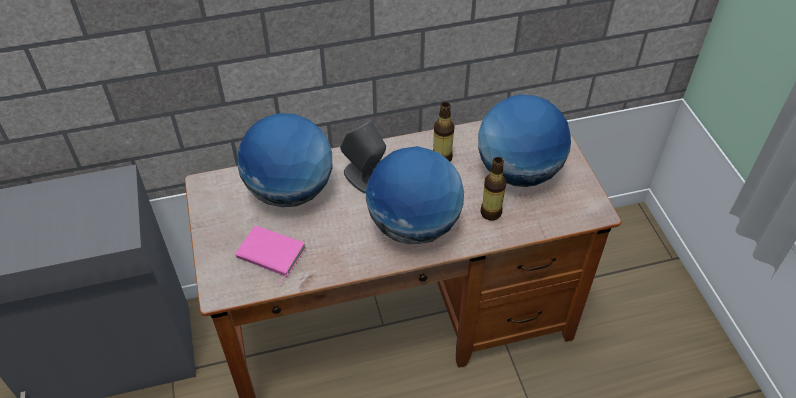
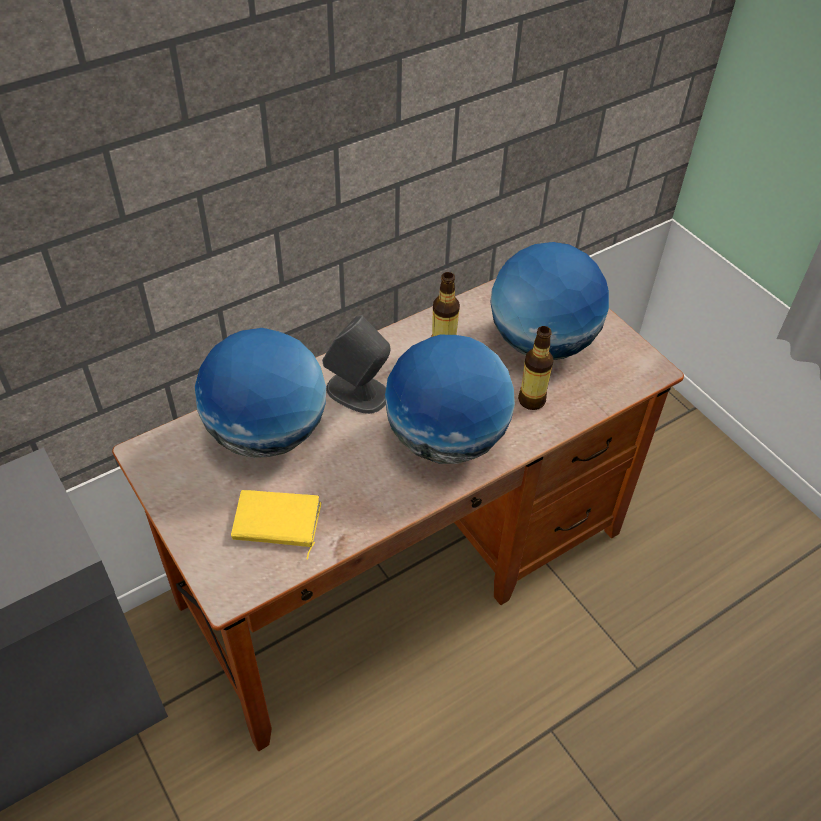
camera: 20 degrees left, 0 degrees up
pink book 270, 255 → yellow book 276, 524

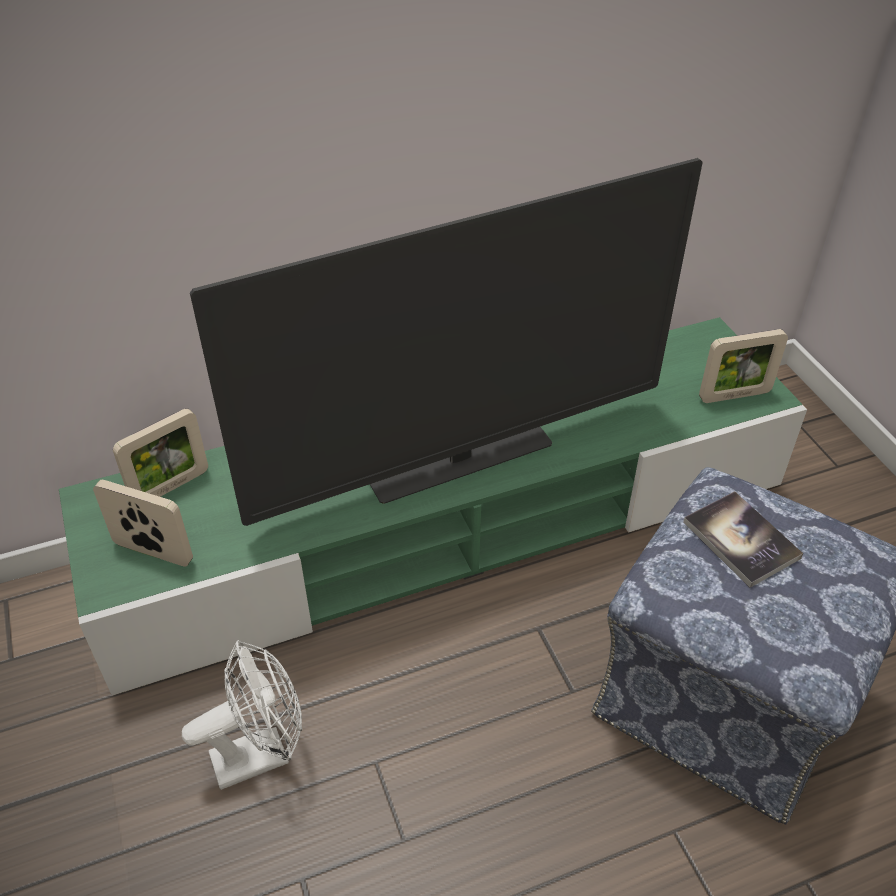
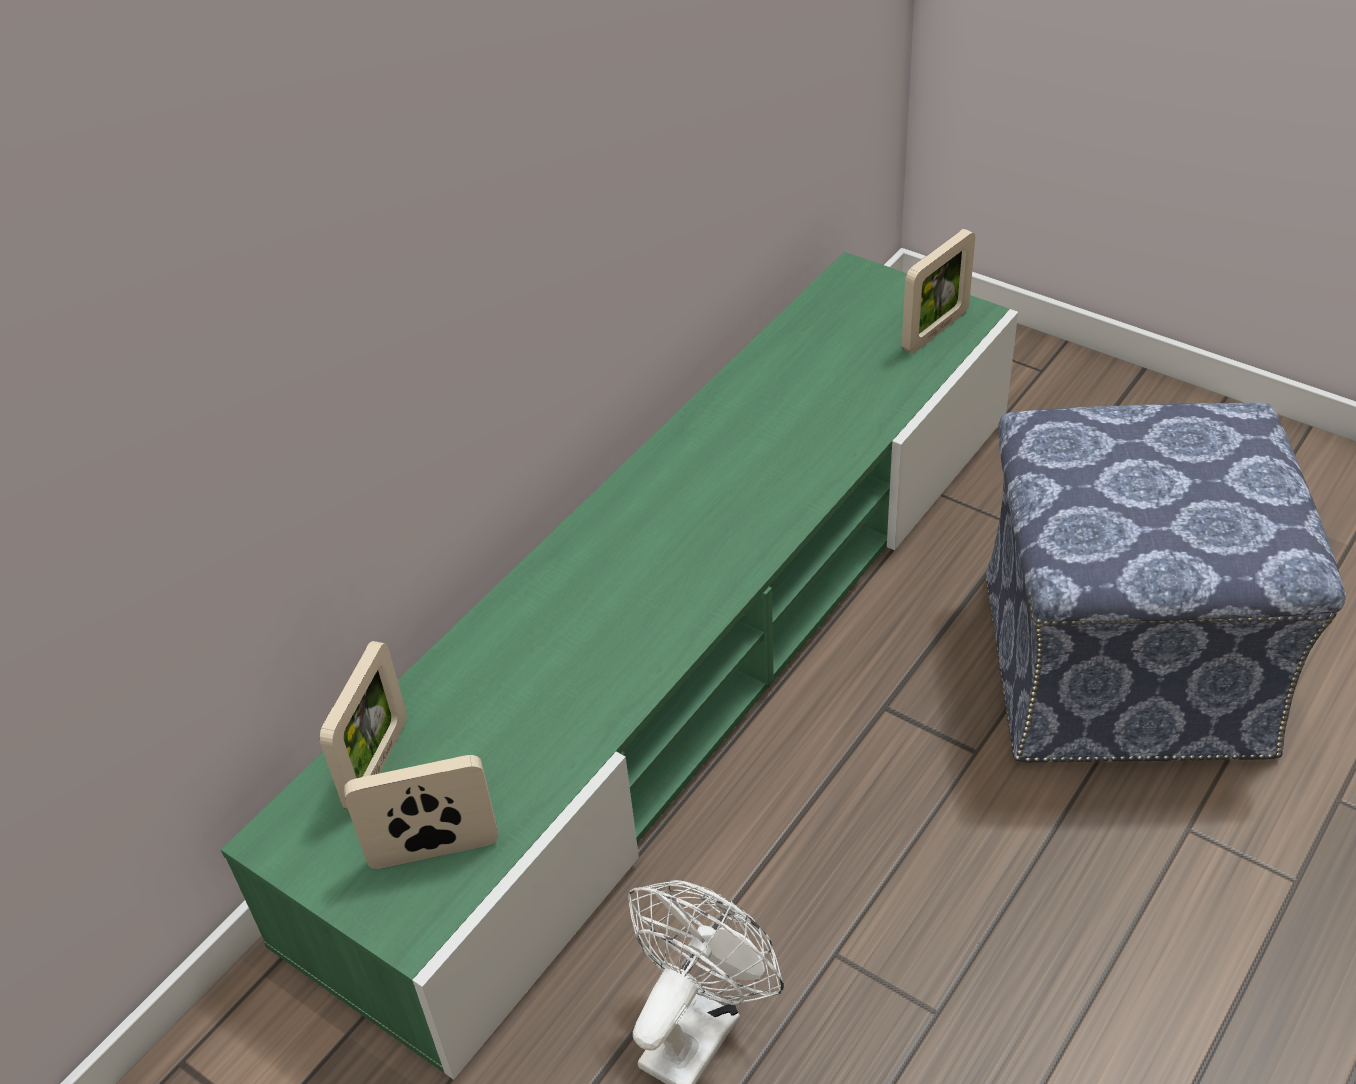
camera: 30 degrees left, 0 degrees up
television 461, 463 → -
book 741, 540 → -

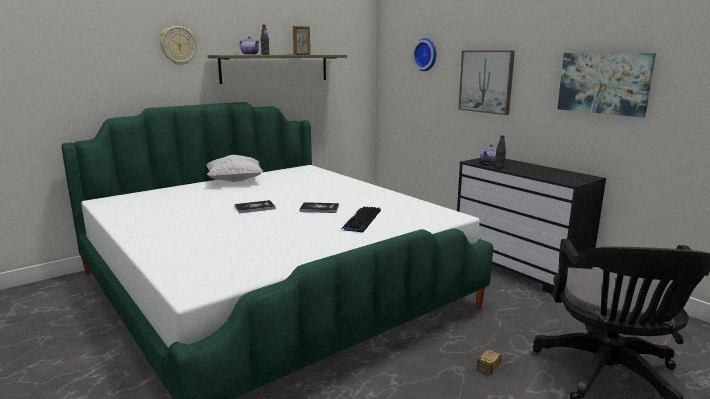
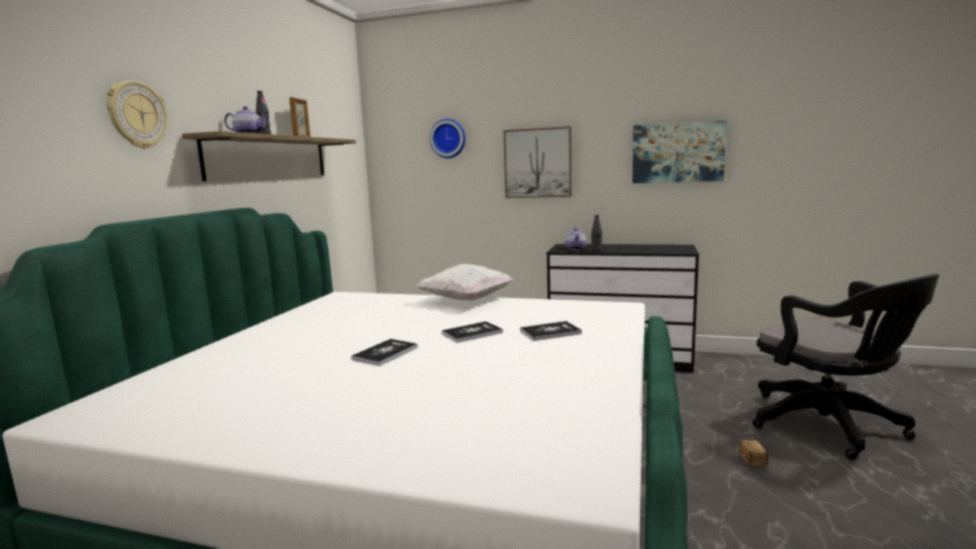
camera: 35 degrees left, 5 degrees down
white-coloured throw pillow 235, 181 → white-coloured throw pillow 466, 300, move
PC keyboard 362, 220 → book 550, 332

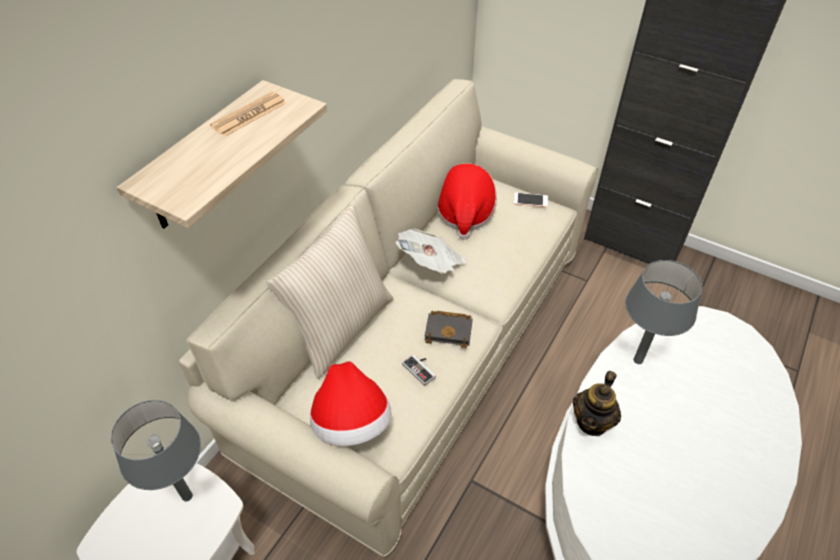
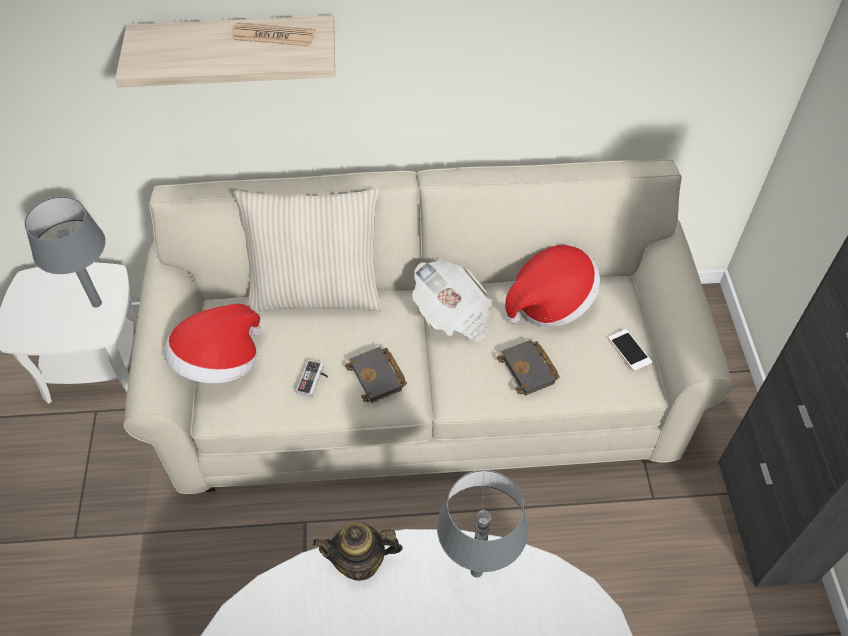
camera: 55 degrees right, 5 degrees up
- → black-coloured book 530, 370

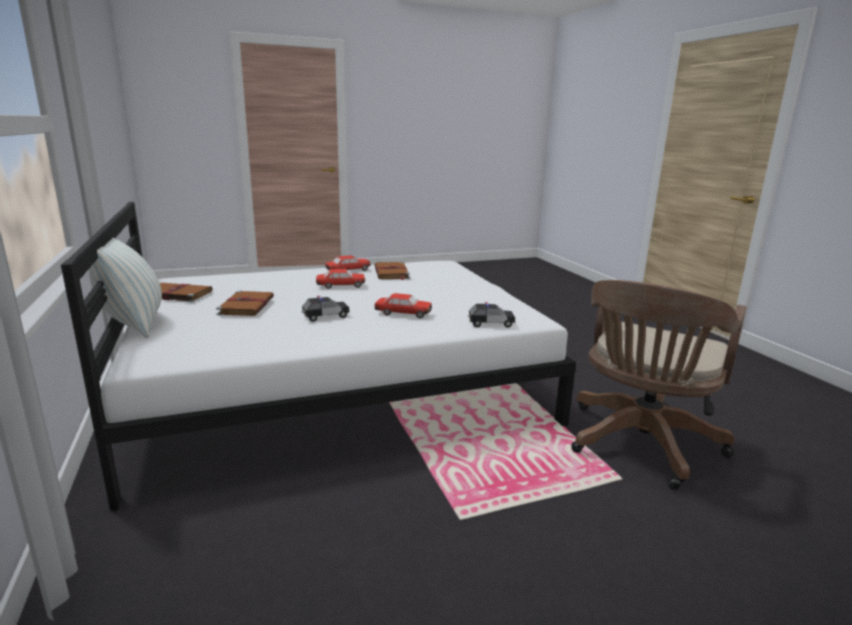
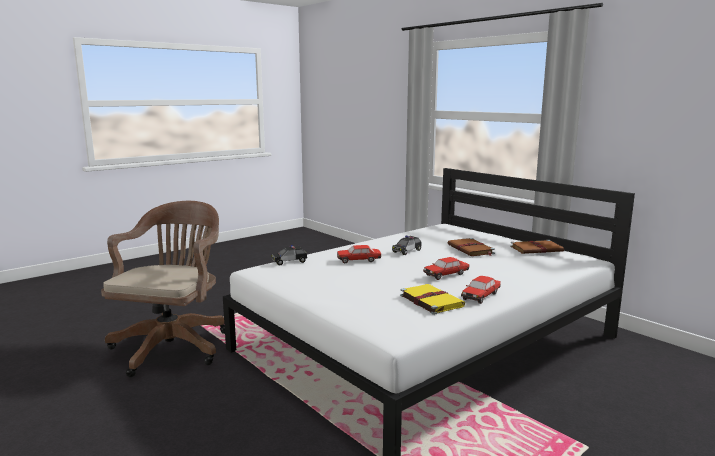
camera: 160 degrees right, 5 degrees down
throw pillow 133, 324 → -
brown book 391, 273 → yellow book 430, 300

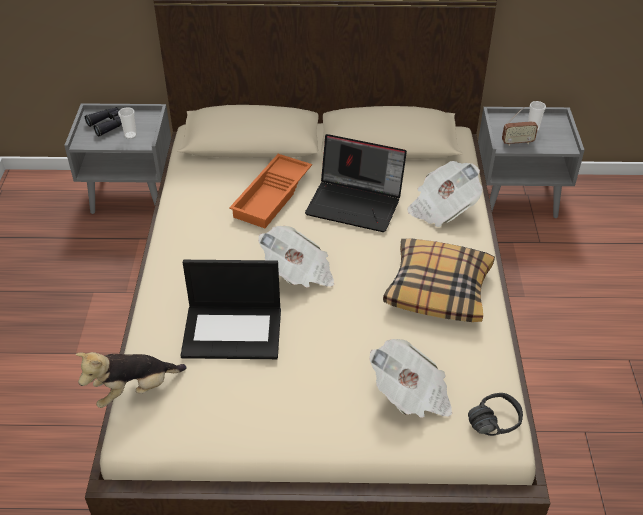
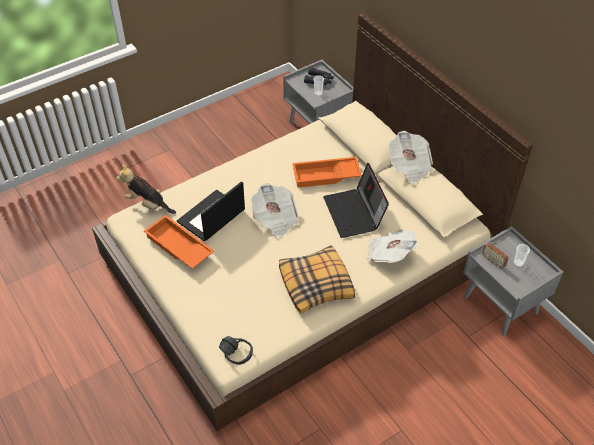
camera: 55 degrees right, 5 degrees up
laptop 233, 331 → laptop 211, 217, 75 degrees clockwise
newspaper 411, 395 → newspaper 409, 166, move
- → orange-coloured tray 178, 247

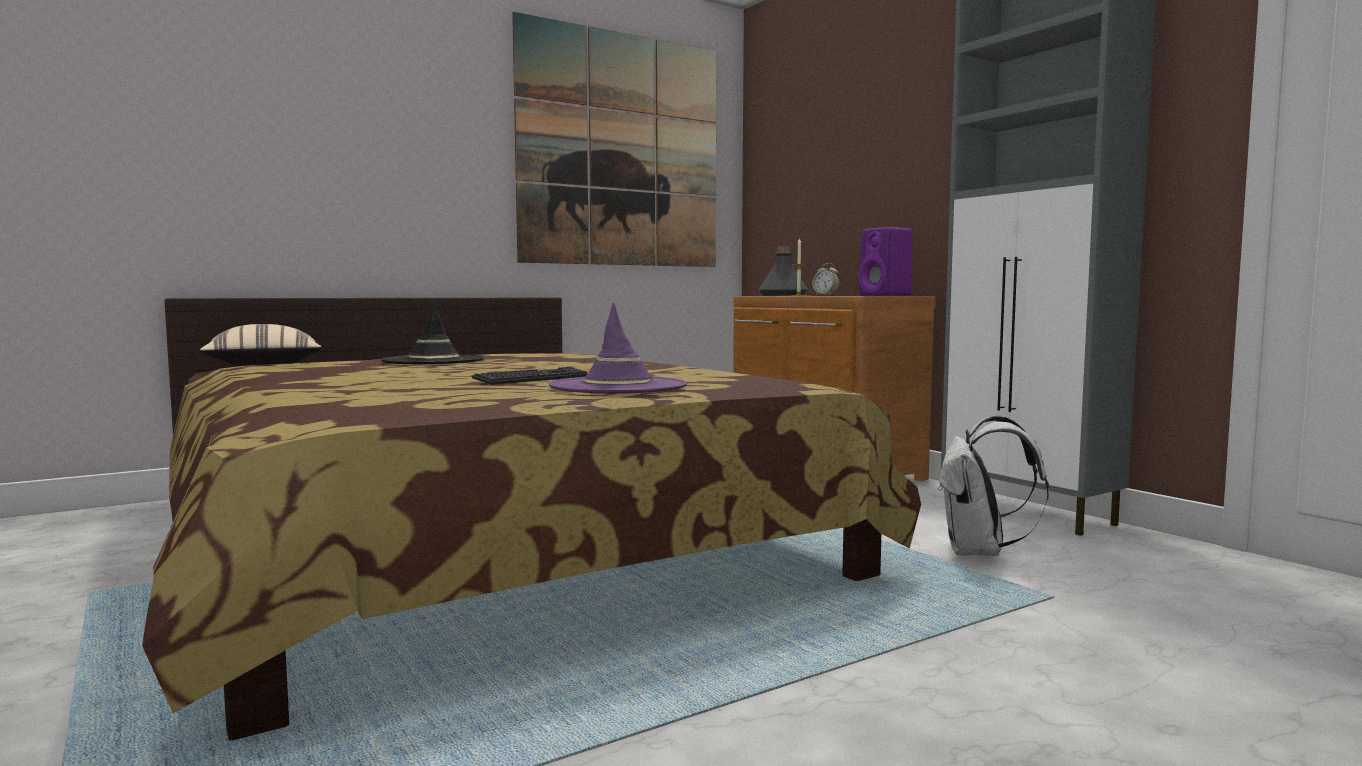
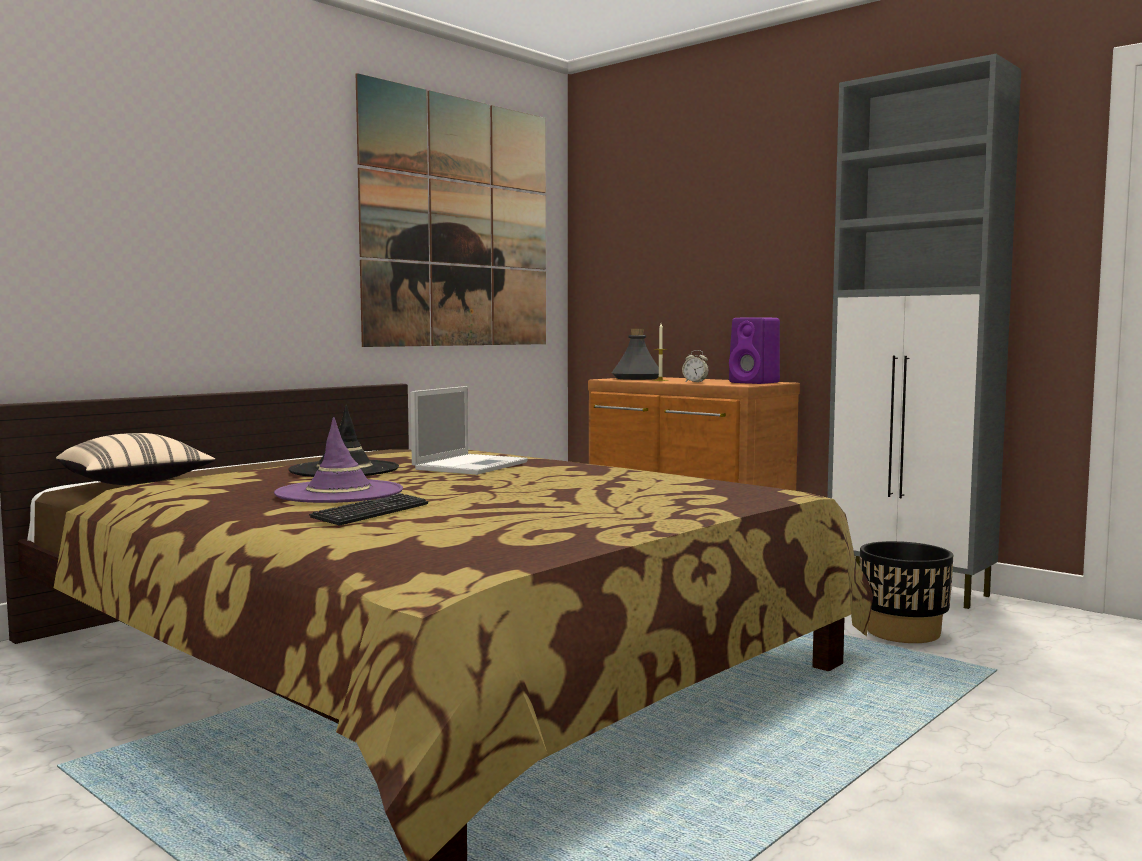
camera: 15 degrees left, 0 degrees up
purplish wearable hat 618, 386 → purplish wearable hat 339, 493, move
PC keyboard 532, 379 → PC keyboard 371, 512, move
white-coloured knapsack 980, 552 → black-coloured planter 903, 632
- → laptop 471, 465

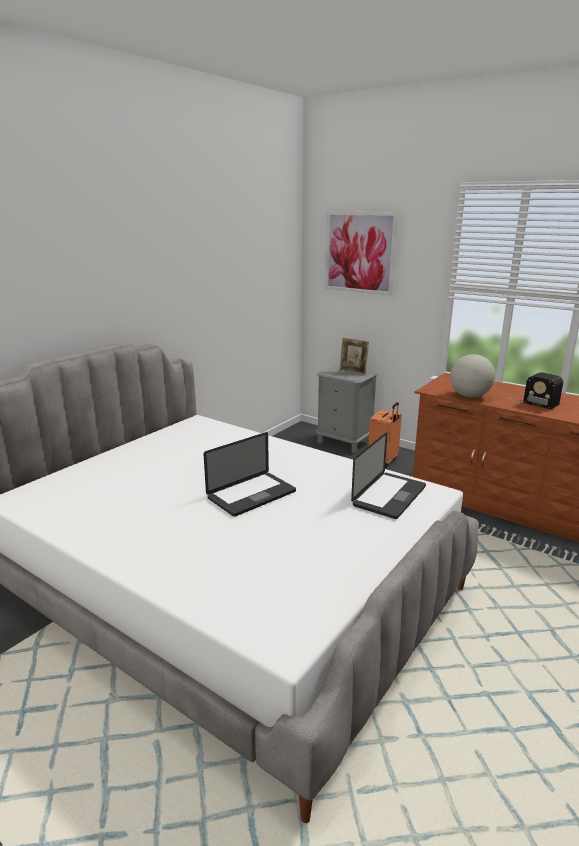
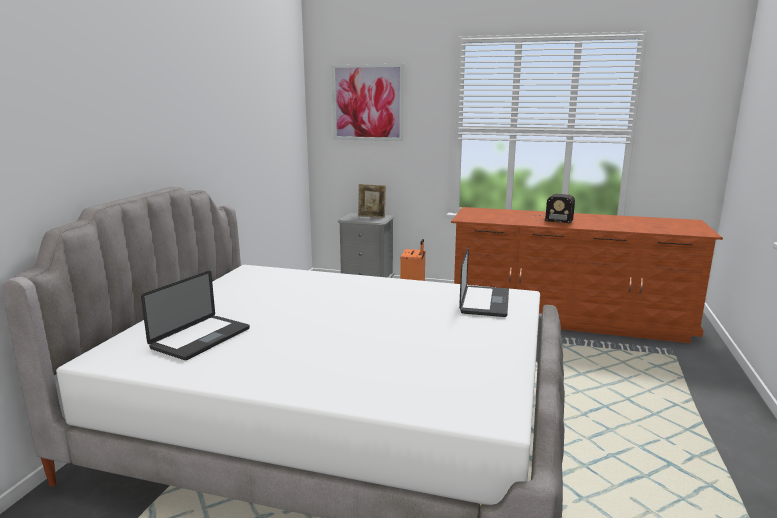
camera: 20 degrees left, 5 degrees down
globe 469, 396 → -
laptop 251, 495 → laptop 201, 338, move

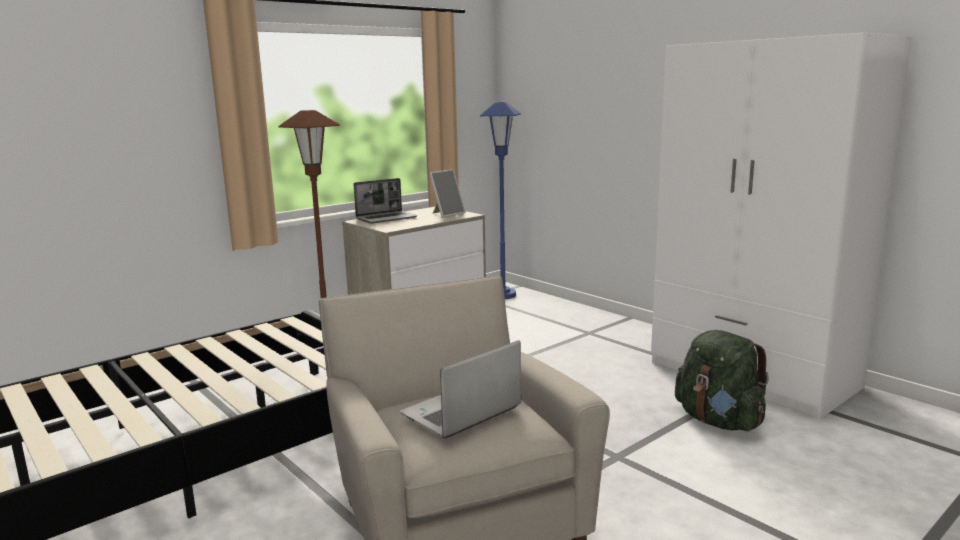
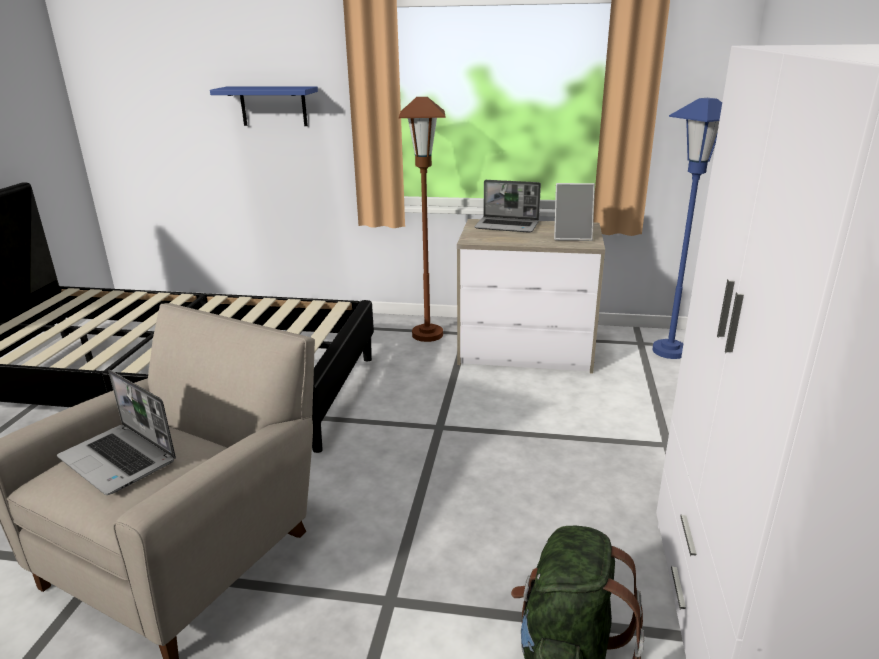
camera: 50 degrees right, 10 degrees up
laptop 461, 413 → laptop 120, 460, 150 degrees counterclockwise
- → blue wall shelf 273, 106

